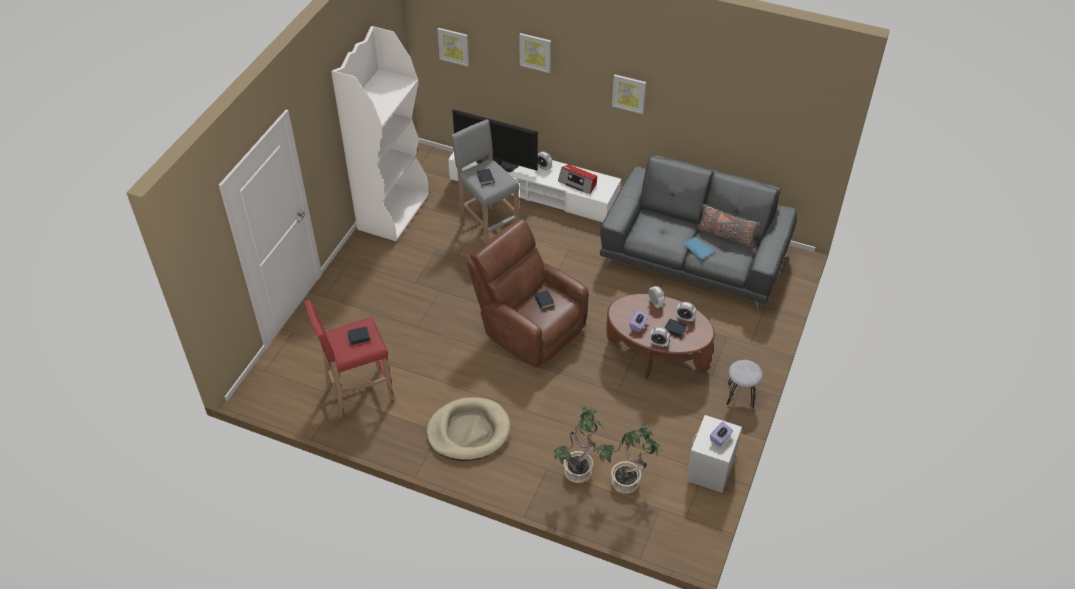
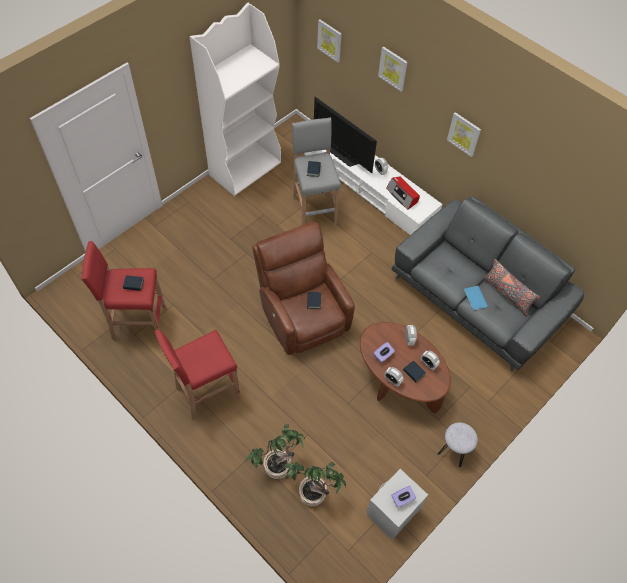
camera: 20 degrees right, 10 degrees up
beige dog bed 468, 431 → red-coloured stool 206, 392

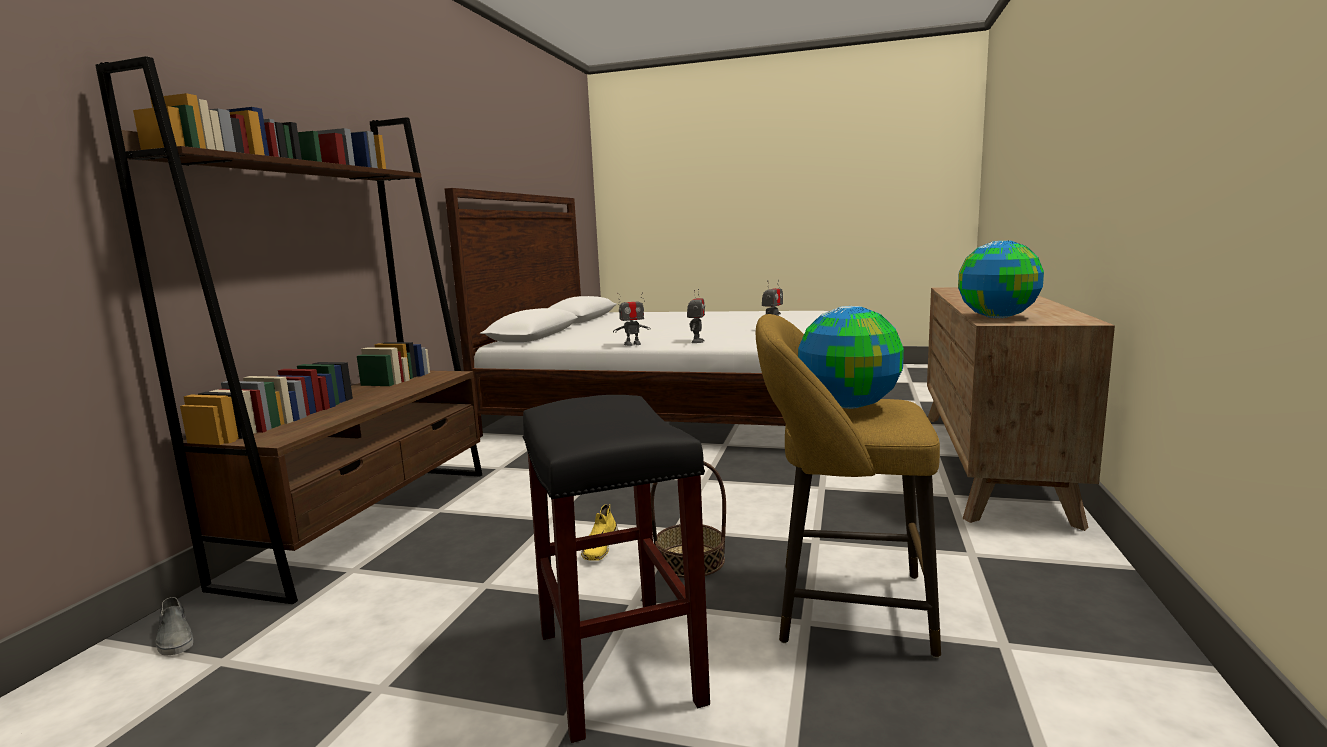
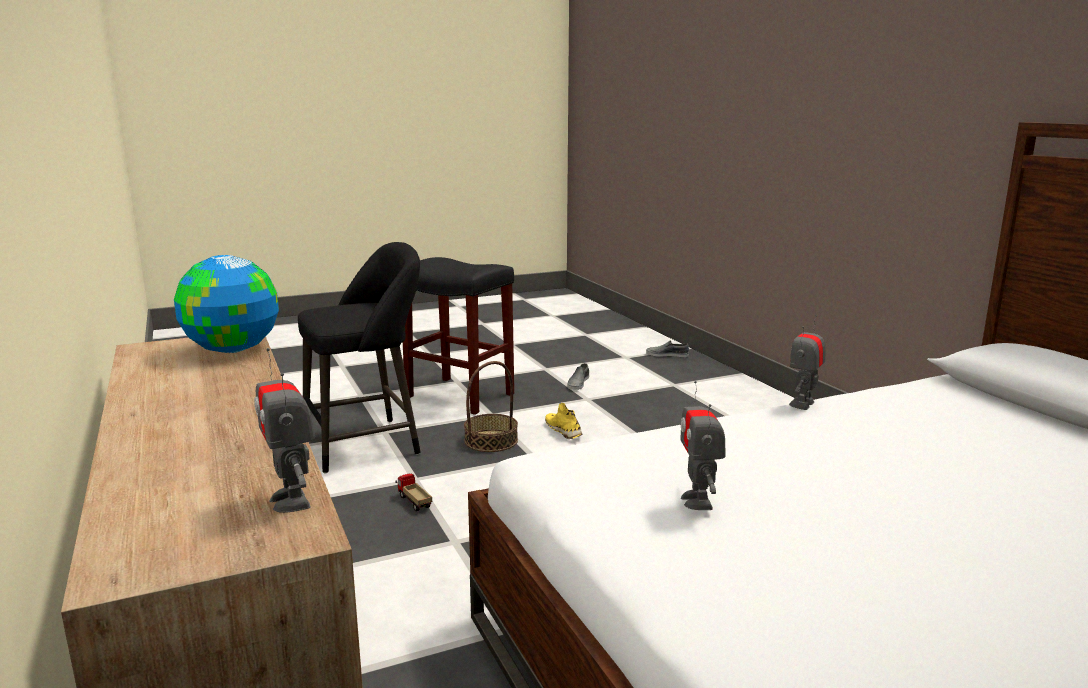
camera: 140 degrees right, 5 degrees up
brown shelving unit 368, 522 → -
robot figure 697, 341 → robot figure 292, 500, move
globe 849, 405 → -
yellow stool 841, 606 → black-coloured stool 368, 444
- → greyish shoe 578, 383
- → toy lorry 414, 502

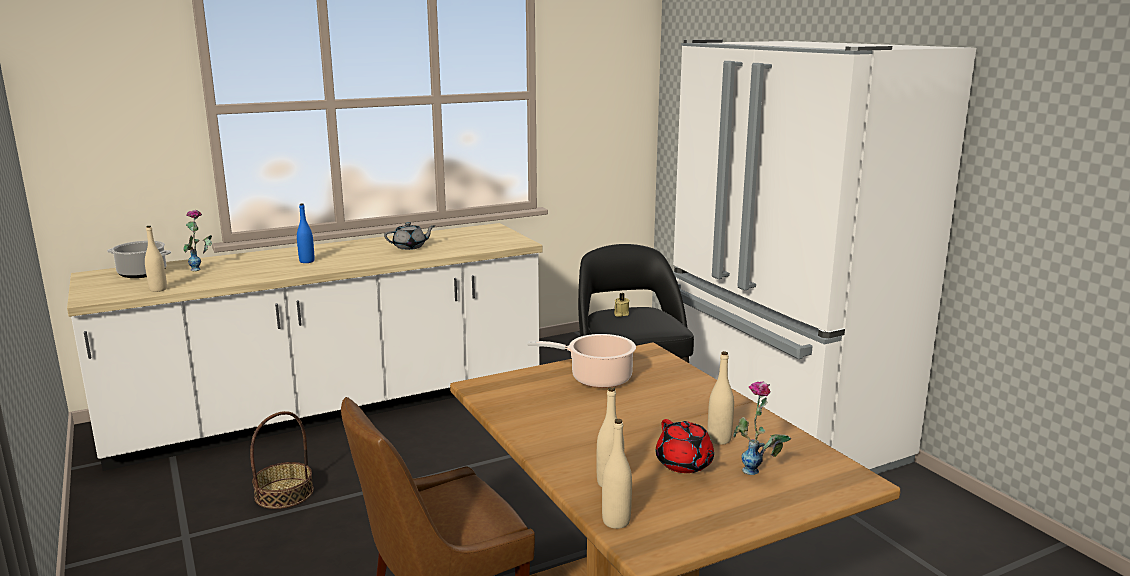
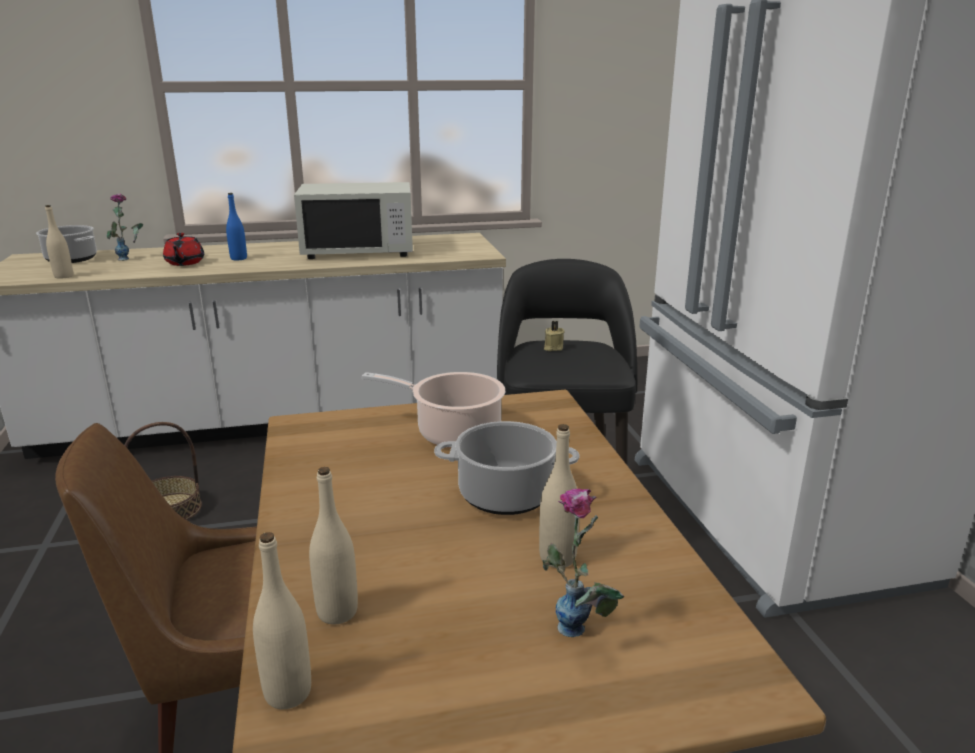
camera: 15 degrees right, 5 degrees up
greyish pot for tea 410, 247 → white-coloured microwave 359, 251
red-coloured pot for tea 684, 464 → red-coloured pot for tea 184, 263, move
- → cooking pot 504, 495

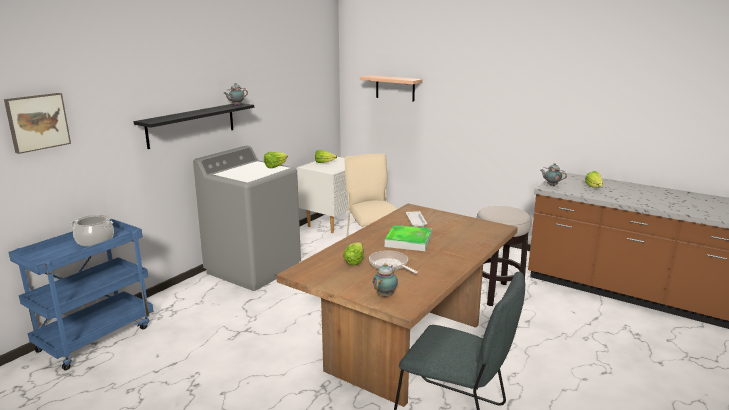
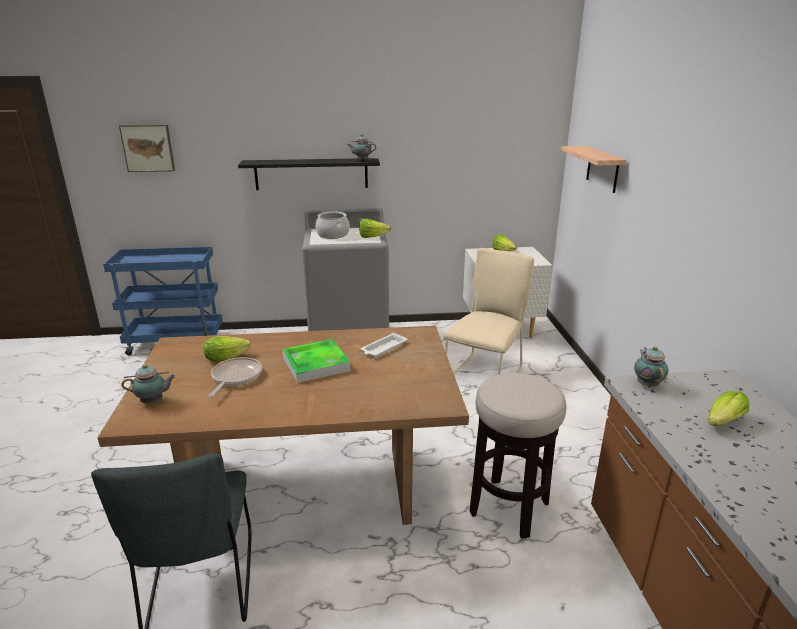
camera: 50 degrees right, 5 degrees up
cooking pot 95, 240 → cooking pot 332, 235, move

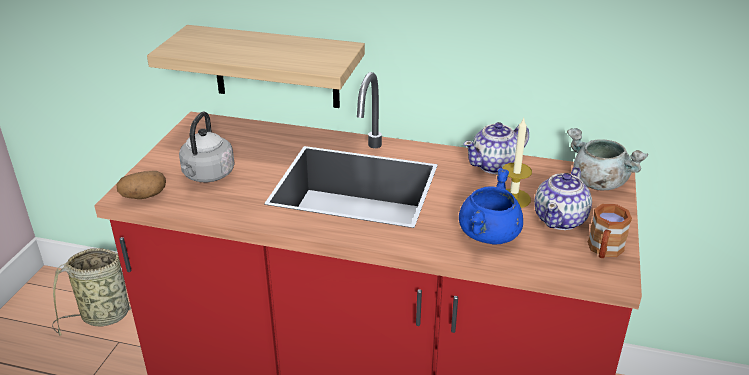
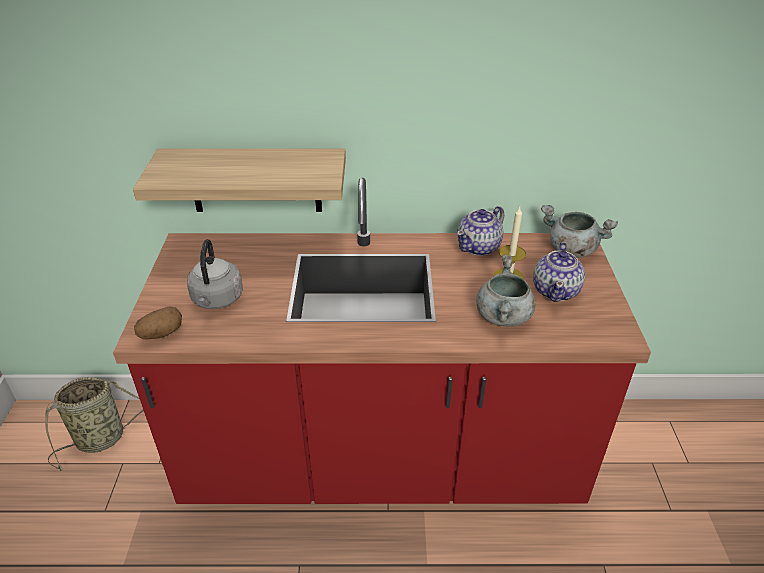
camera: 15 degrees left, 5 degrees up
blue cooking pot 489, 235 → greyish cooking pot 504, 317
brown coffee mug 604, 251 → -

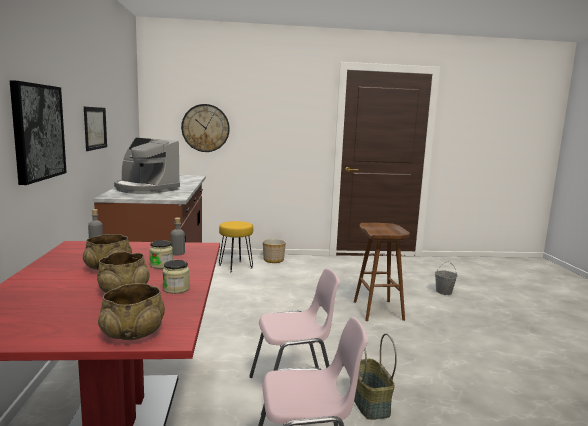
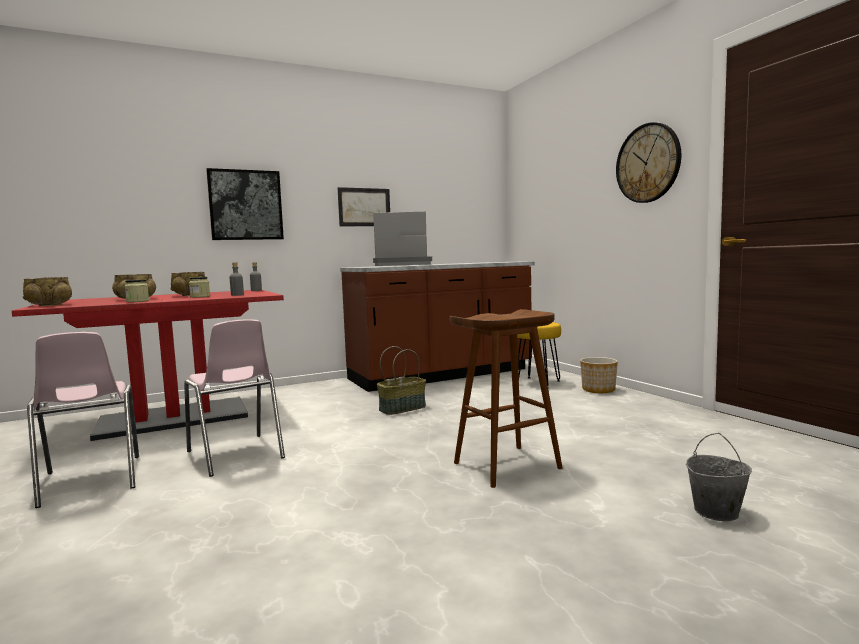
camera: 70 degrees right, 5 degrees down
hanging clock 205, 128 → hanging clock 648, 163, move
coffee machine 145, 189 → coffee machine 401, 265, 75 degrees clockwise
storage basket 368, 402 → storage basket 402, 408, move

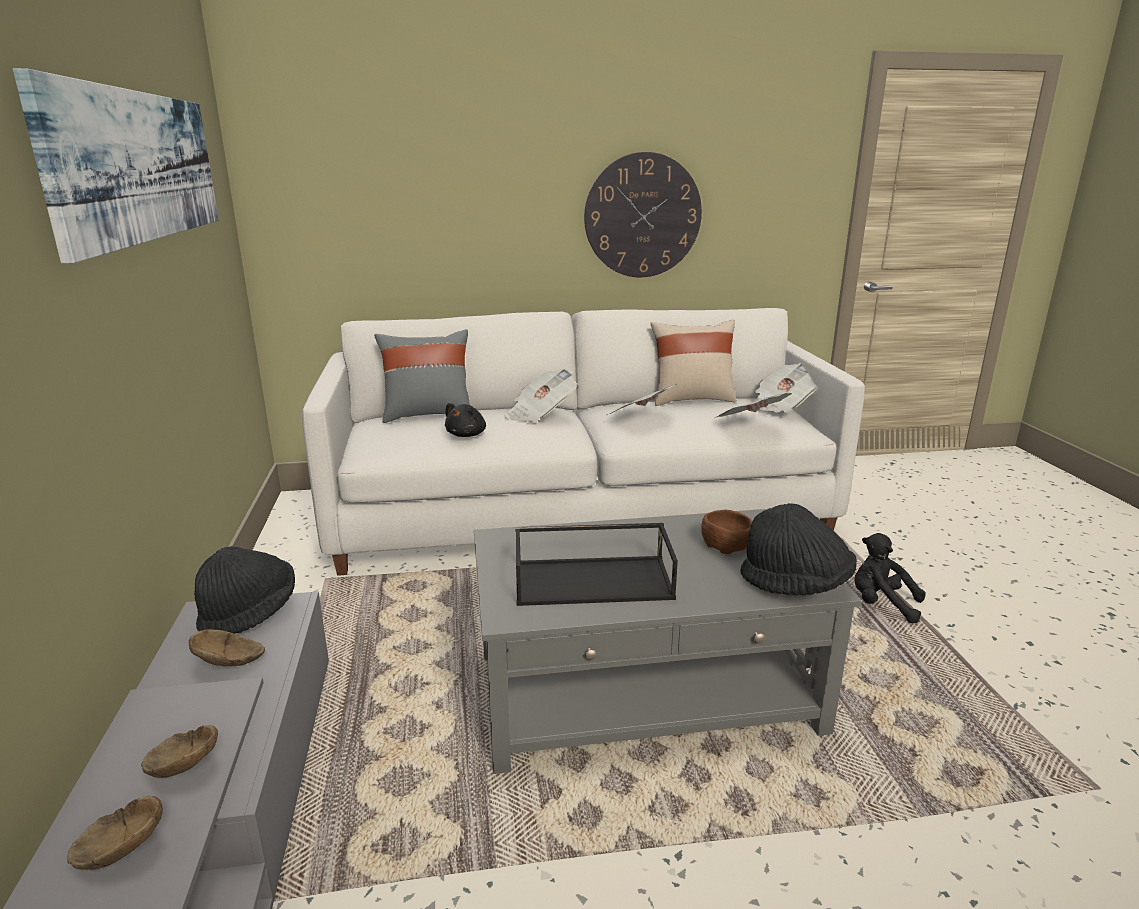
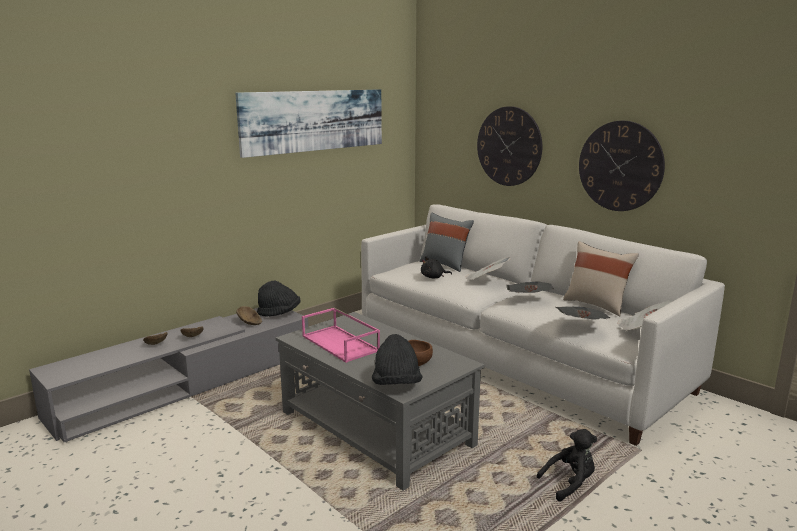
camera: 55 degrees right, 5 degrees down
black-coloured tray 594, 580 → pink tray 341, 343
black-coloured soft toy 881, 604 → black-coloured soft toy 570, 484, 75 degrees clockwise
- → hanging clock 509, 146

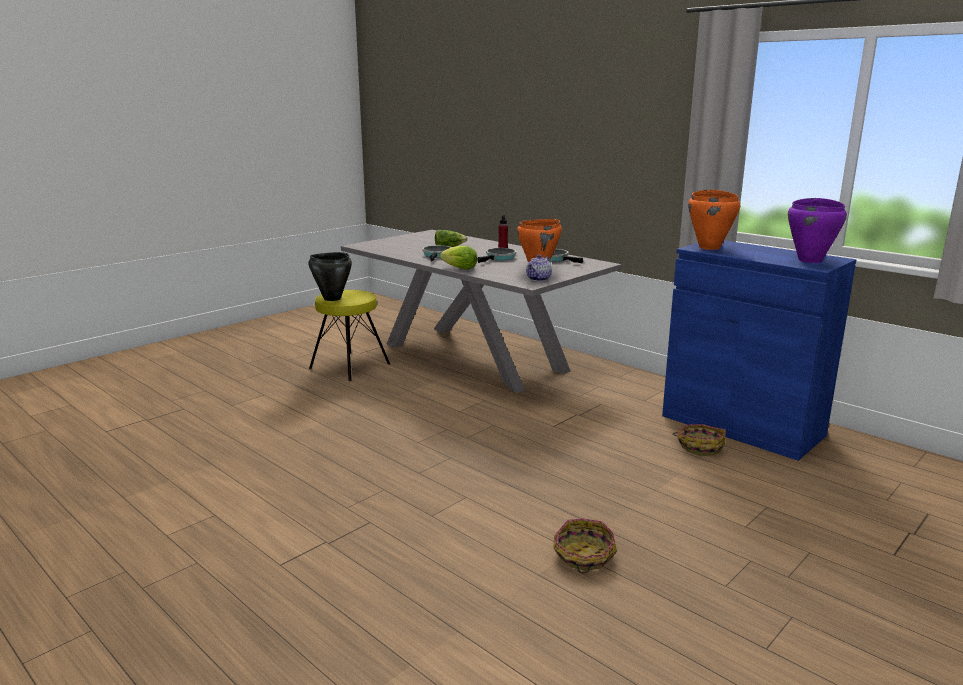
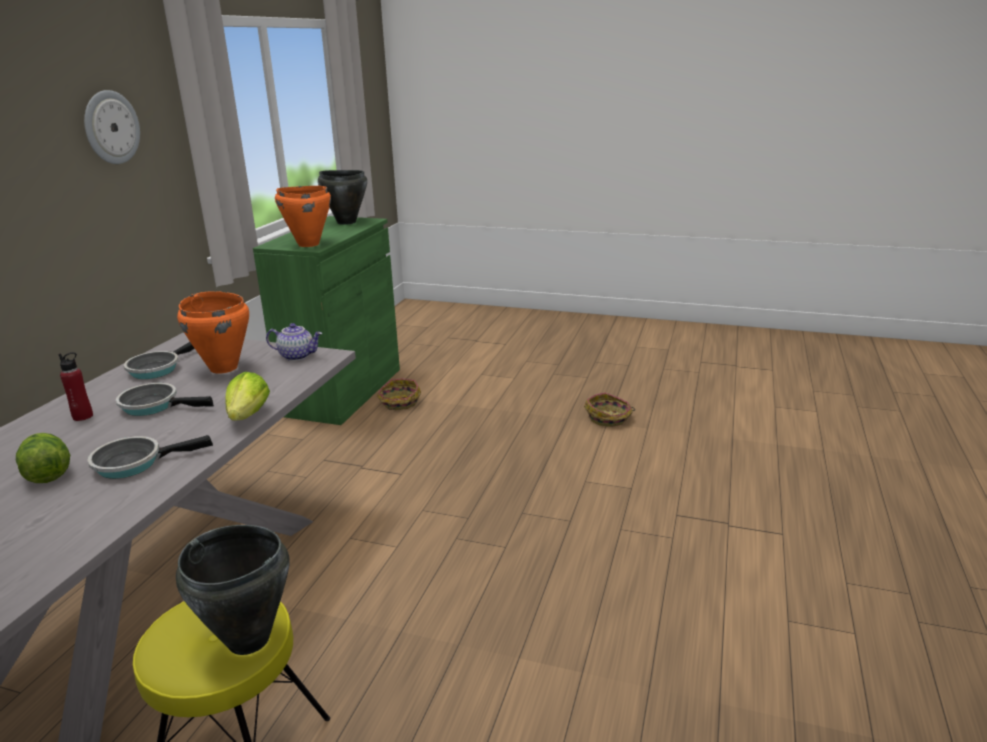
camera: 115 degrees left, 5 degrees up
purplish cooking pot 810, 260 → black-coloured cooking pot 346, 222
blue storage cabinet 742, 425 → green-coloured storage cabinet 343, 391
- → hanging clock 111, 127

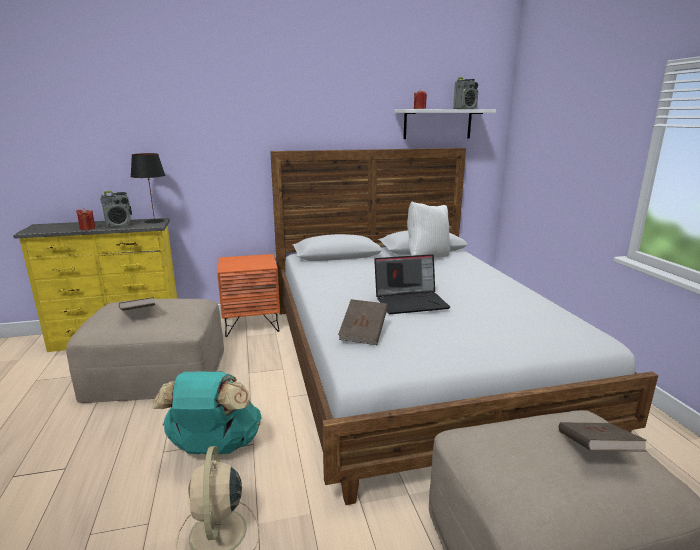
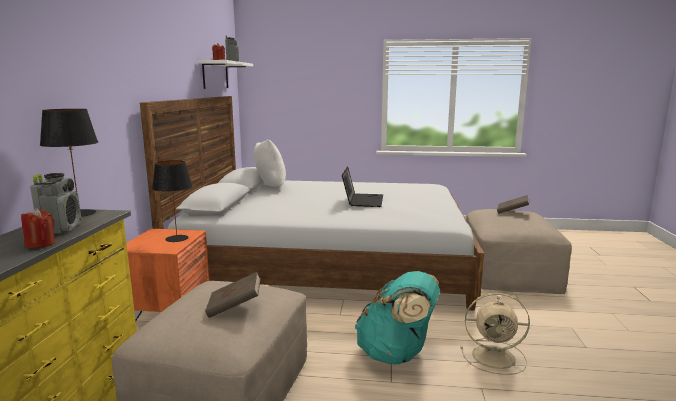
camera: 70 degrees left, 5 degrees down
brown book 363, 333 → -
- → black-coloured lamp for a table 177, 238

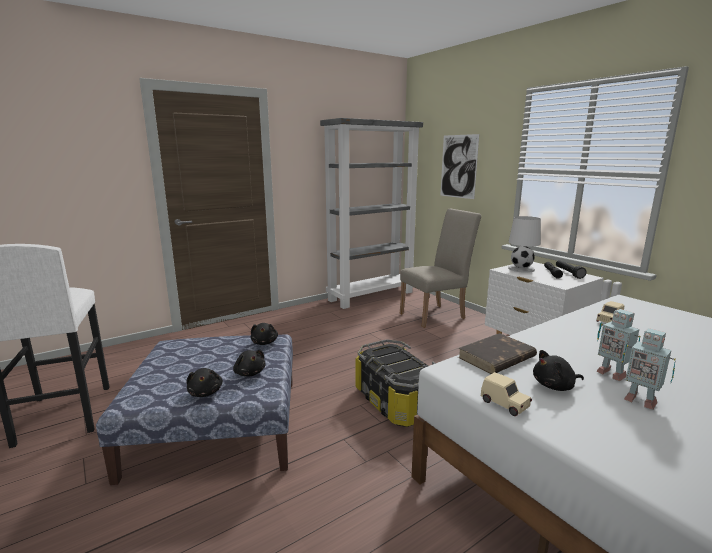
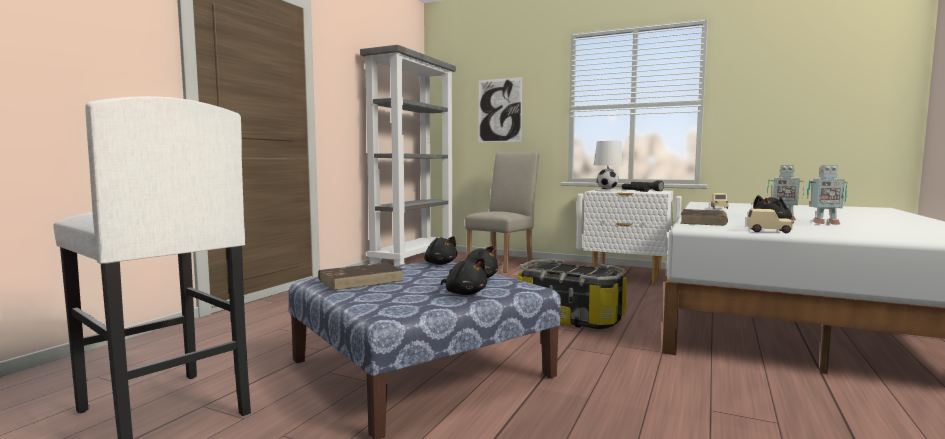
camera: 30 degrees left, 10 degrees down
- → brown book 361, 280

